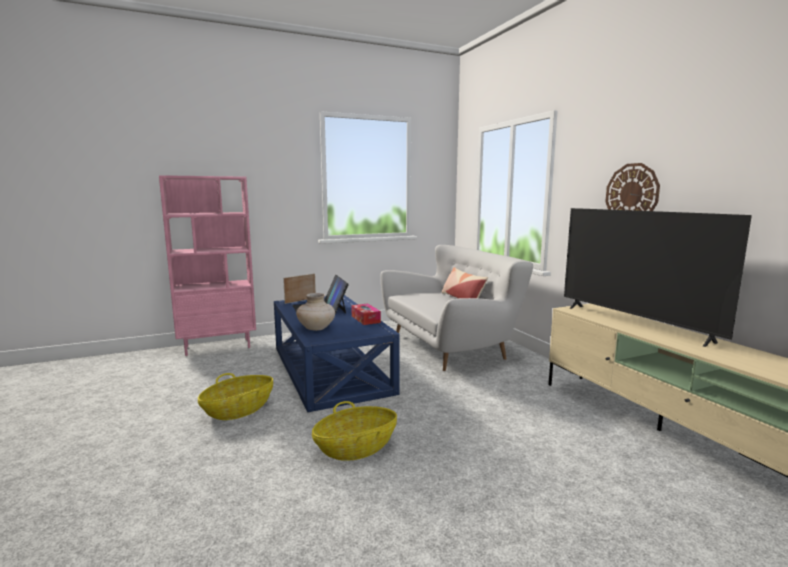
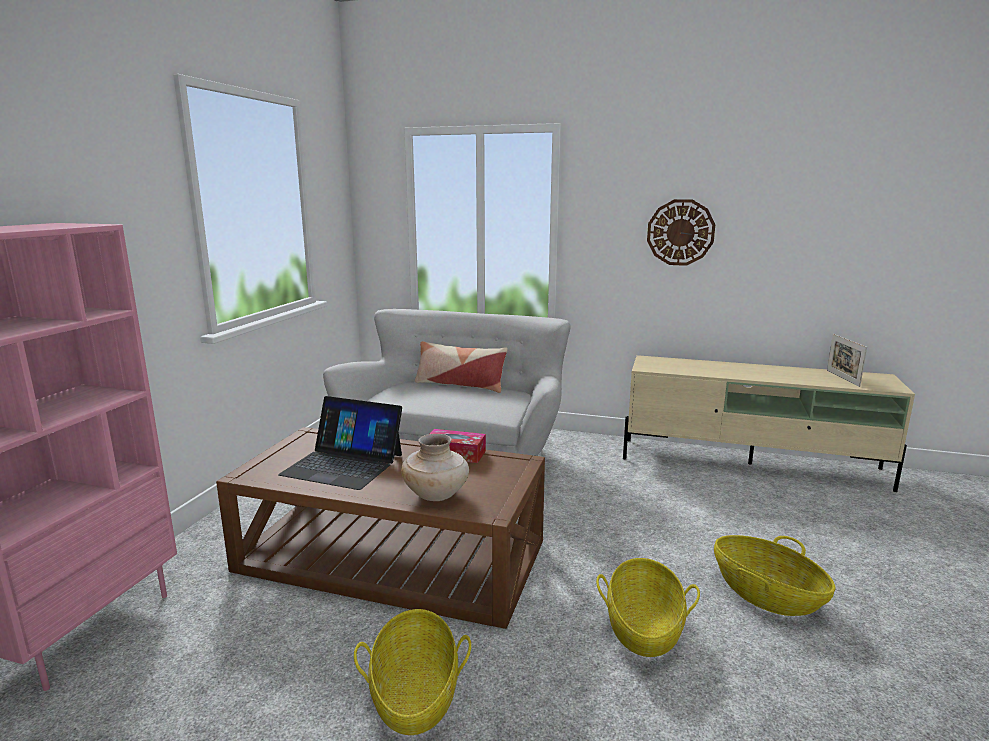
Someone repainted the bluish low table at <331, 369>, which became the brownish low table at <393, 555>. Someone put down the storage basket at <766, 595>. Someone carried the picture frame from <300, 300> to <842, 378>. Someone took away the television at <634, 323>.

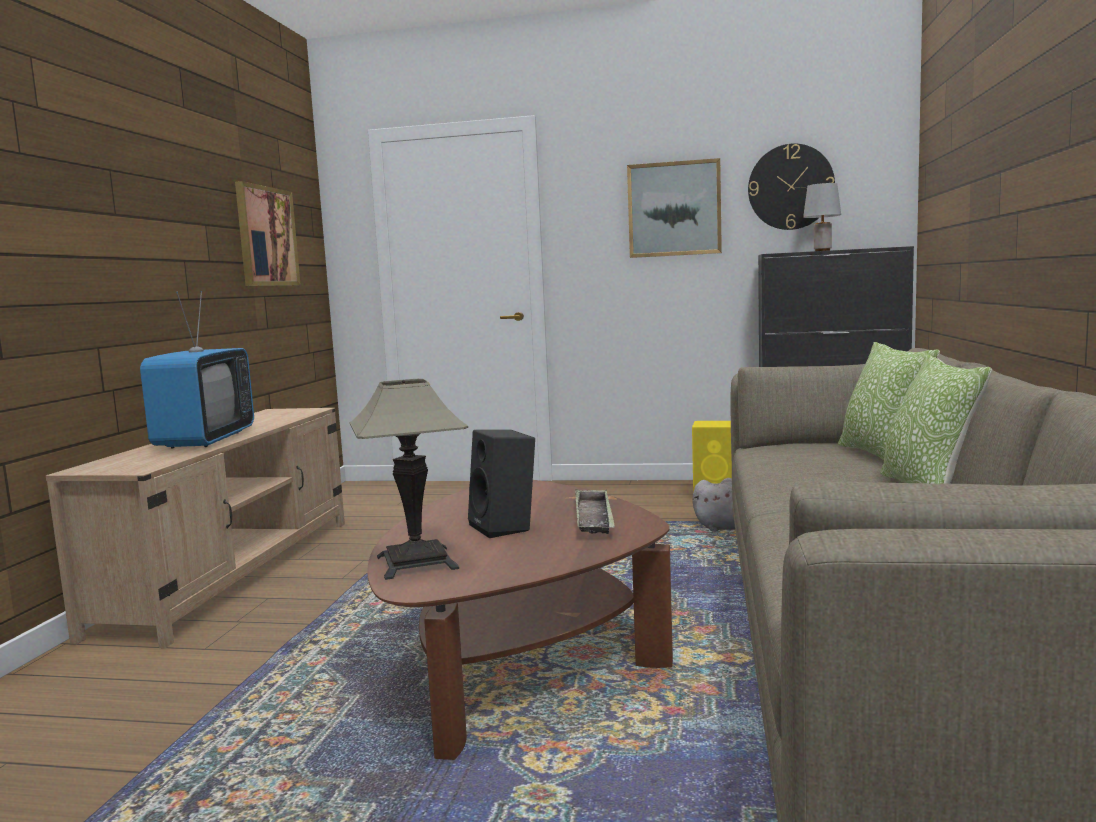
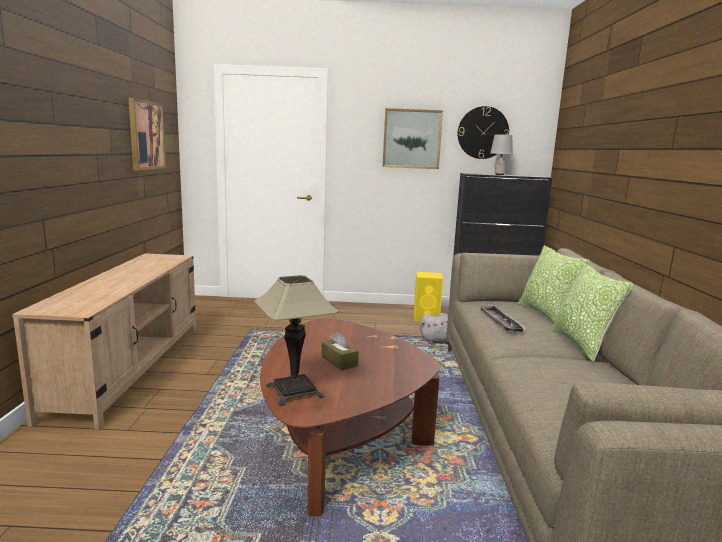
Someone swapped the black loudspeaker at <505, 527> for the brownish tissue box at <339, 361>. Someone carried the serving tray from <593, 518> to <500, 321>. Someone took away the television at <205, 440>.

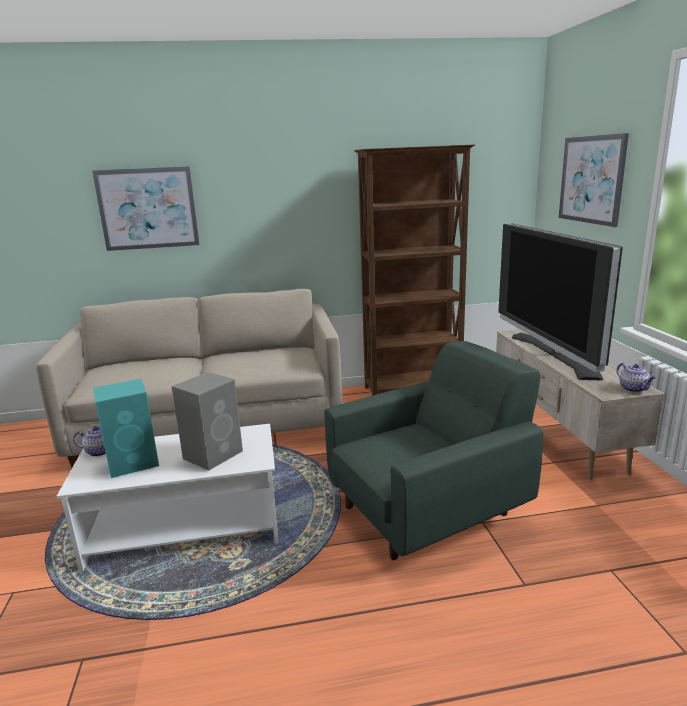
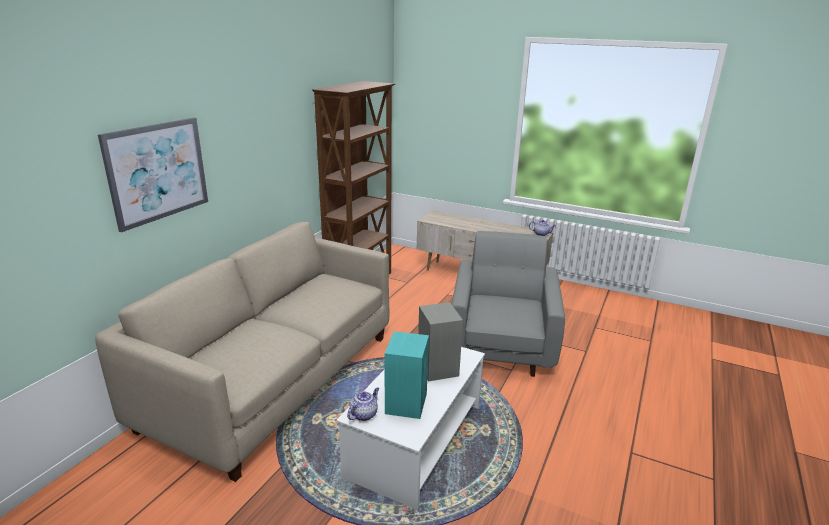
Someone repainted the green armchair at <430, 509>, which became the grey armchair at <502, 344>. Someone took away the television at <553, 355>. Someone took away the picture at <591, 179>.

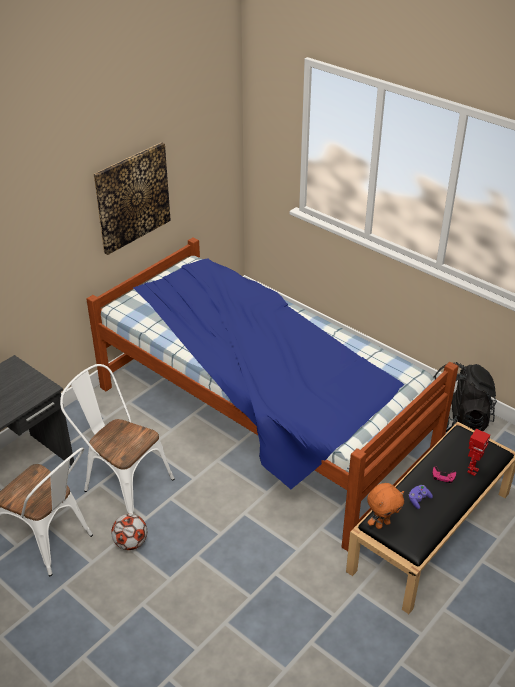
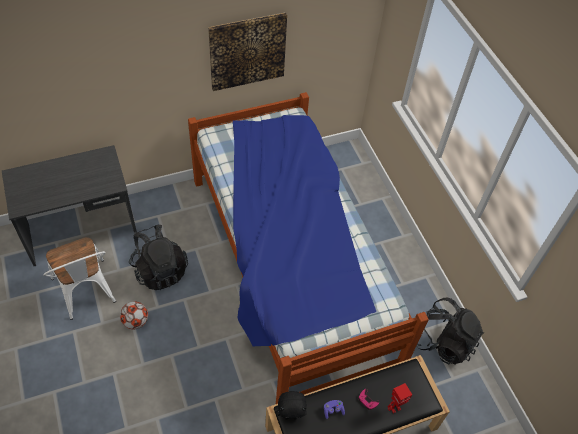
Someone swapped the white-coloured chair at <122, 483> for the black backpack at <160, 270>. Someone repainted the orange soft toy at <382, 524>, which became the black soft toy at <290, 416>.

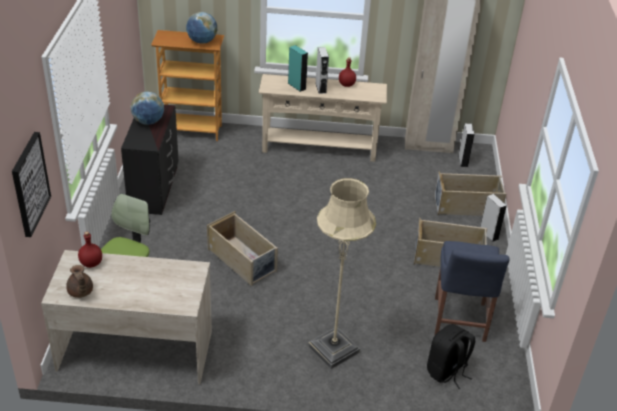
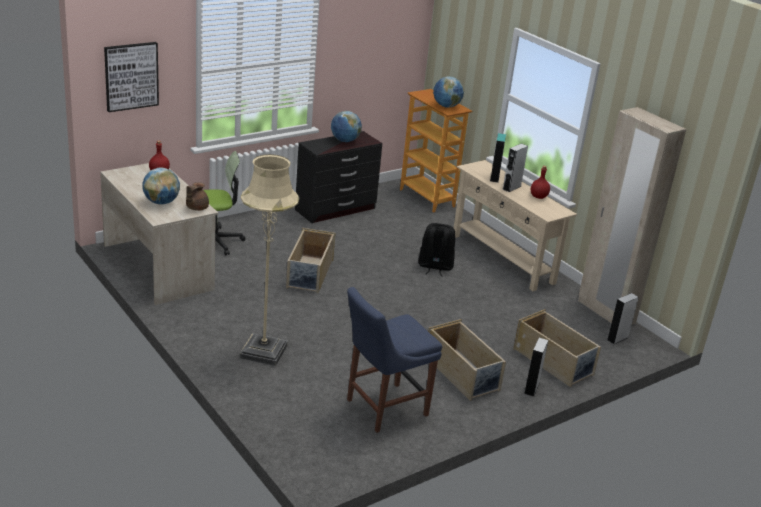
Someone put down the globe at <161, 202>. Someone carried the brownish pot for tea from <80, 292> to <196, 208>. Someone carried the black backpack from <447, 371> to <435, 267>.

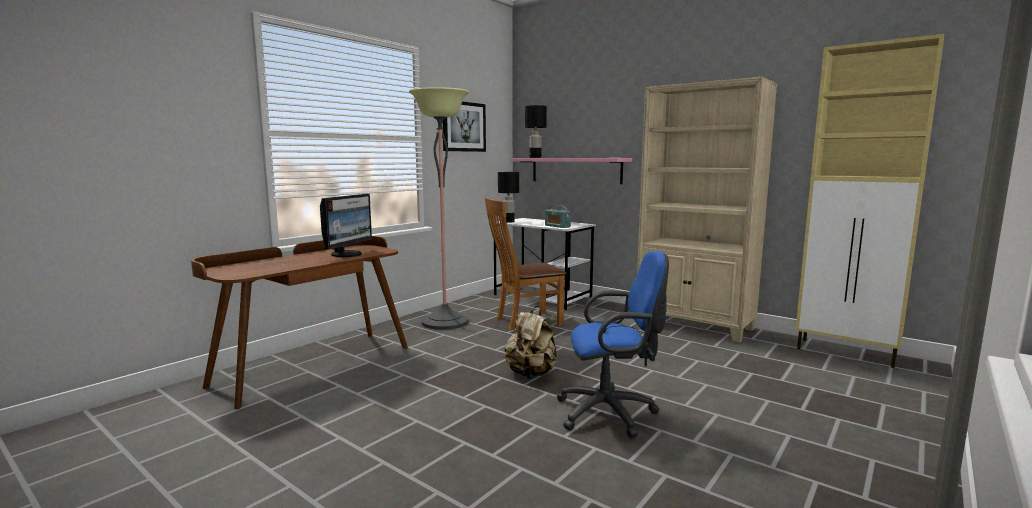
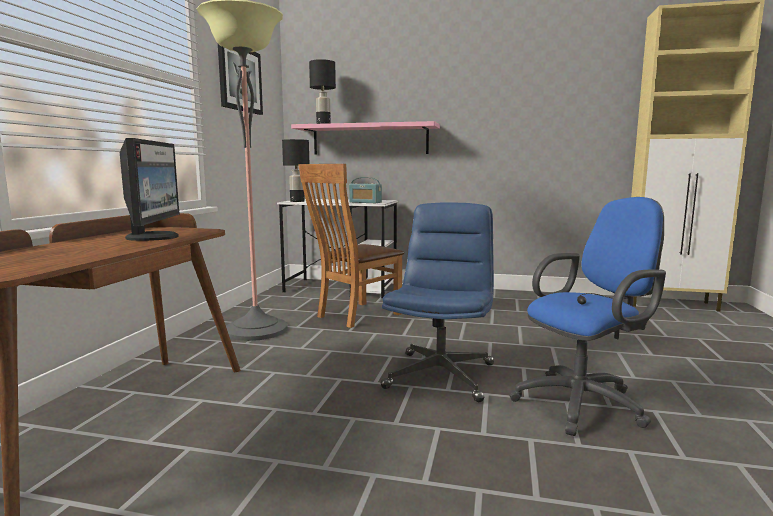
Someone swapped the beige backpack at <531, 374> for the bluish desk chair at <440, 375>. Someone took away the beige shelving unit at <695, 326>.

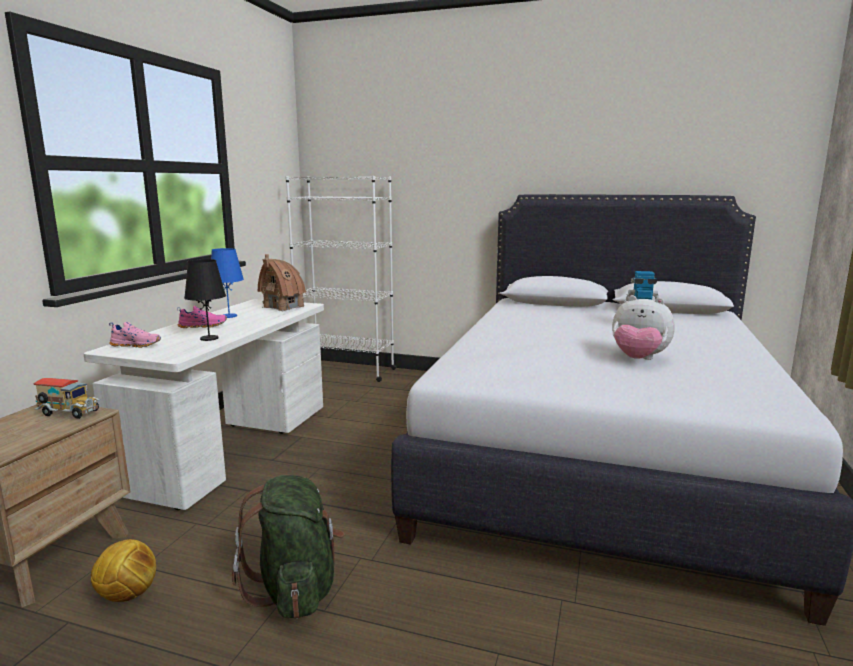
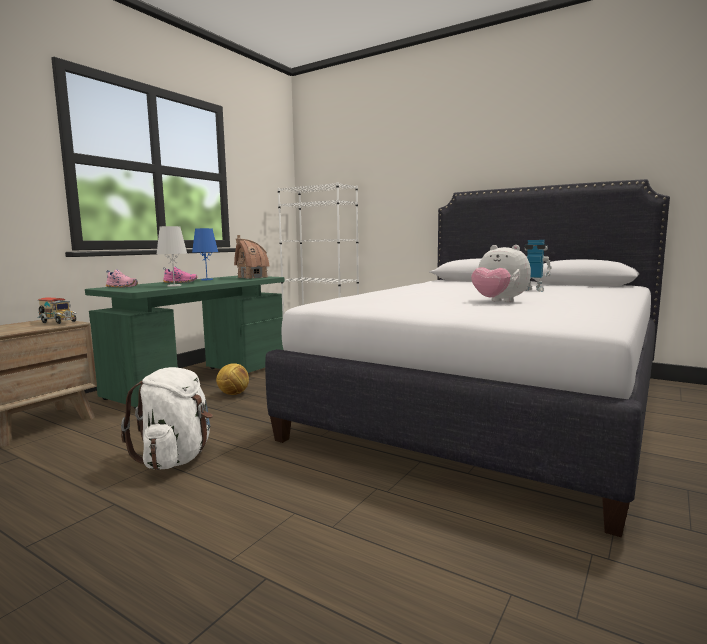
Someone repainted the white-coloured desk table at <234, 447>, which became the green desk table at <202, 380>. Someone repainted the green backpack at <295, 589>, which became the white-coloured backpack at <176, 458>. Someone repainted the black tabletop lamp at <209, 338>, which became the white-coloured tabletop lamp at <174, 285>. Someone carried the football ball from <127, 595> to <233, 394>.

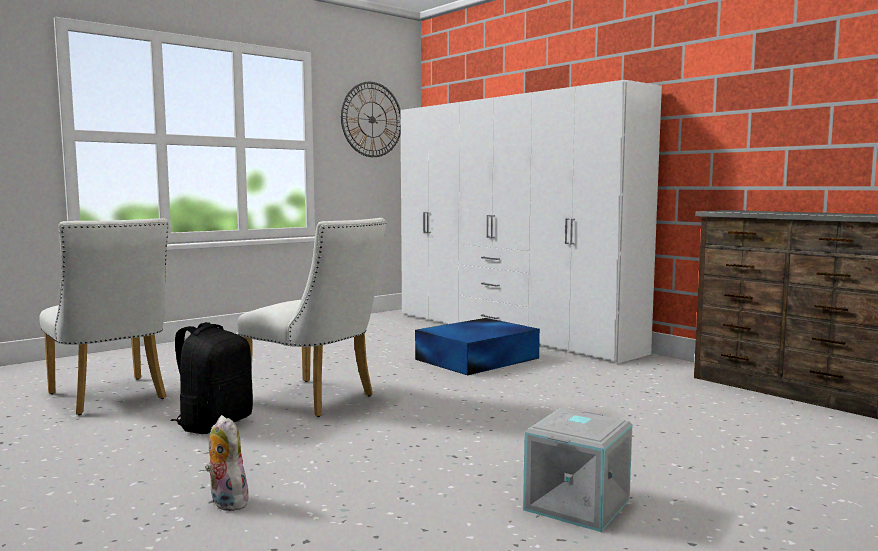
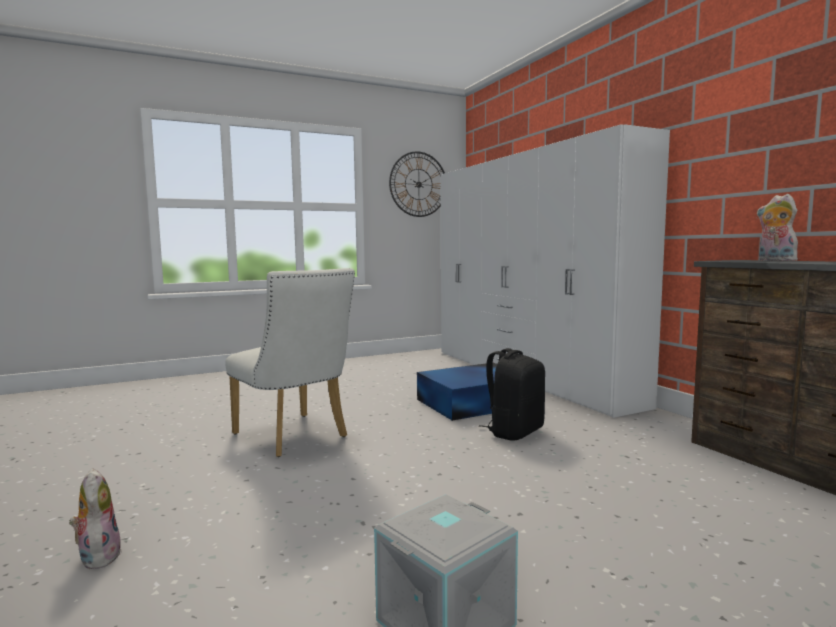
Someone carried the black backpack from <214, 424> to <514, 432>. Someone put down the soft toy at <774, 260>. Someone took away the white-coloured chair at <111, 398>.

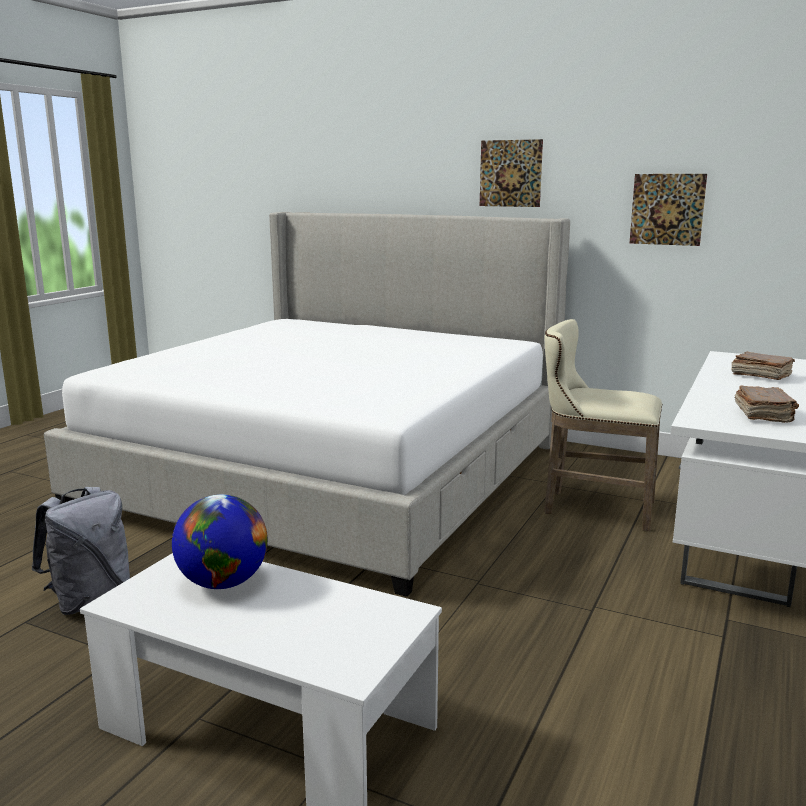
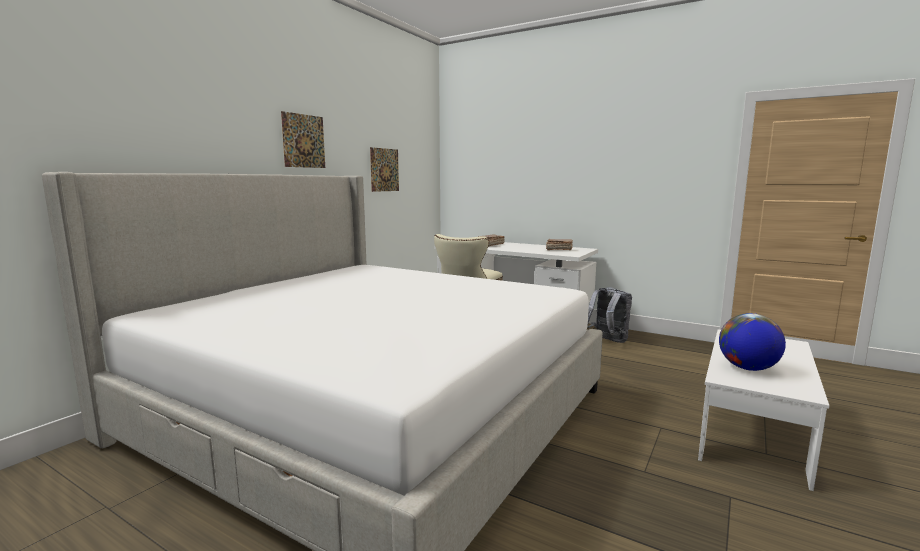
Someone carried the grey backpack from <90, 600> to <608, 340>.

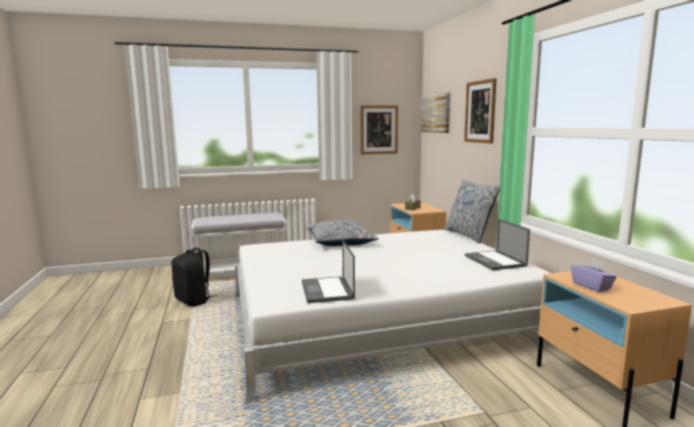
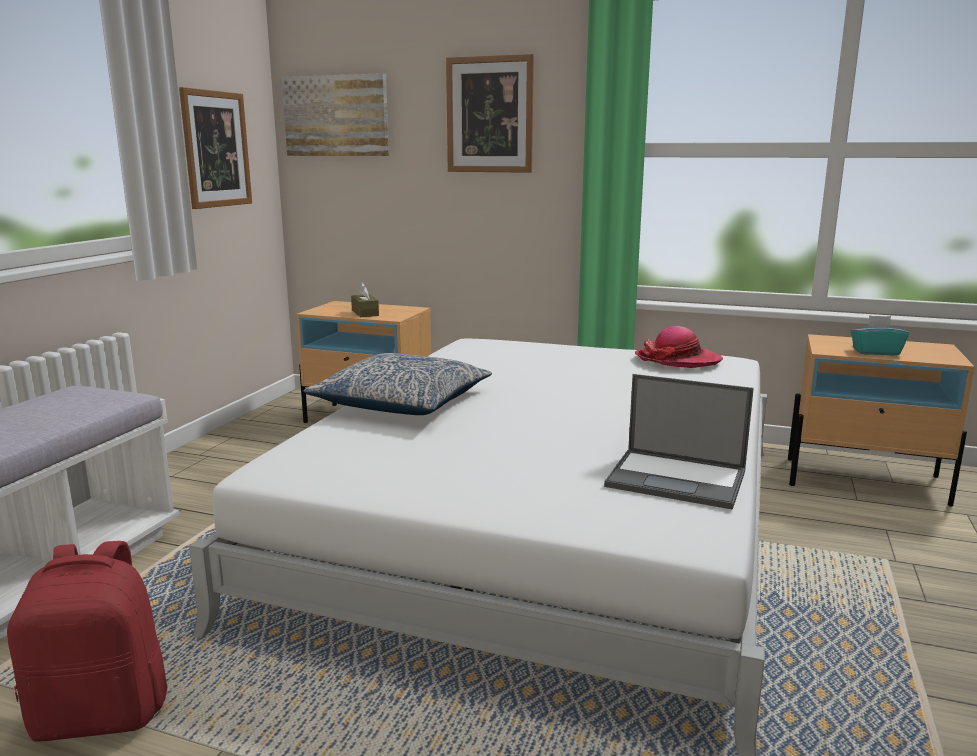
Someone repainted the black backpack at <194, 300>, which became the red backpack at <103, 713>. Someone swapped the portable computer at <495, 261> for the wearable hat at <677, 360>. Someone repainted the purple tissue box at <592, 286>, which became the turquoise tissue box at <876, 352>. Someone took away the pillow at <469, 235>.

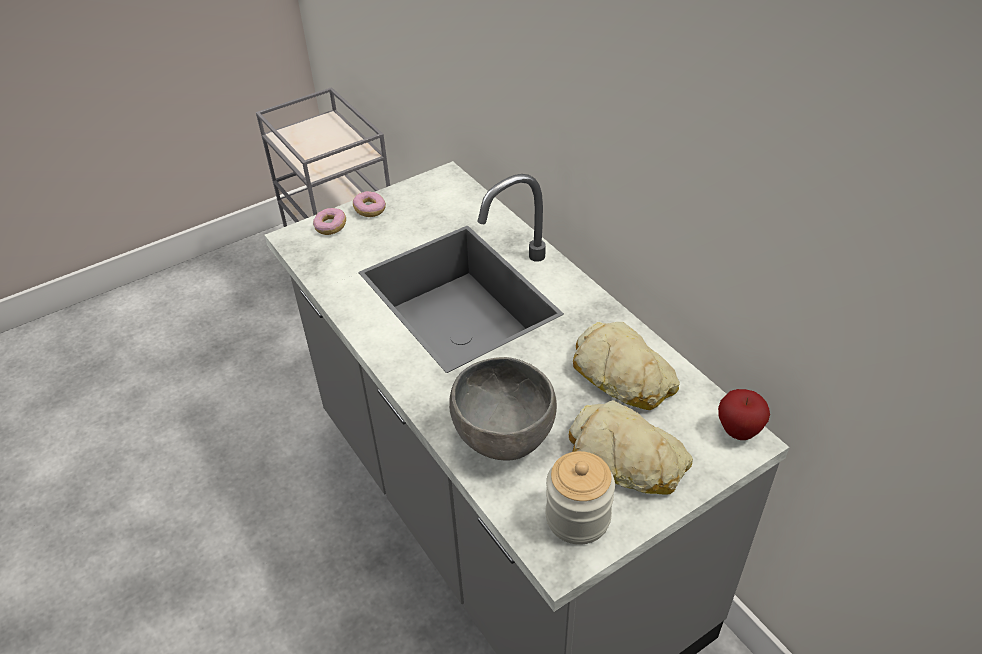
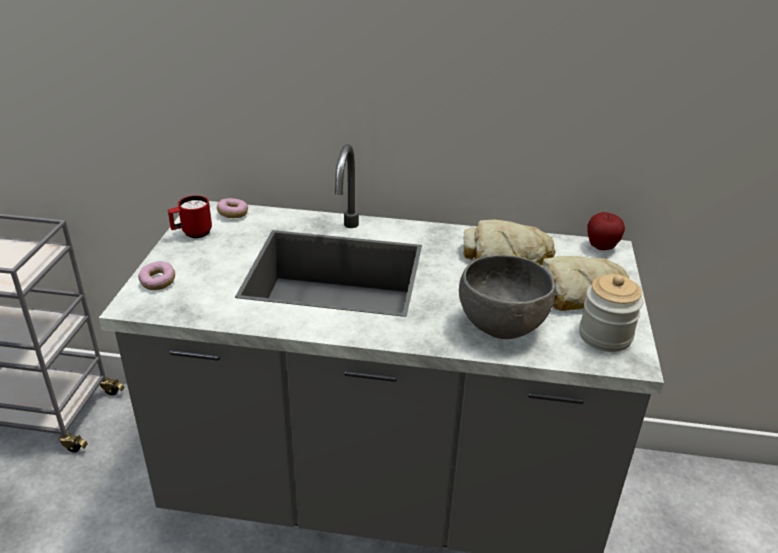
Someone put down the red coffee mug at <192, 233>. Someone carried the doughnut from <370, 210> to <233, 214>.

